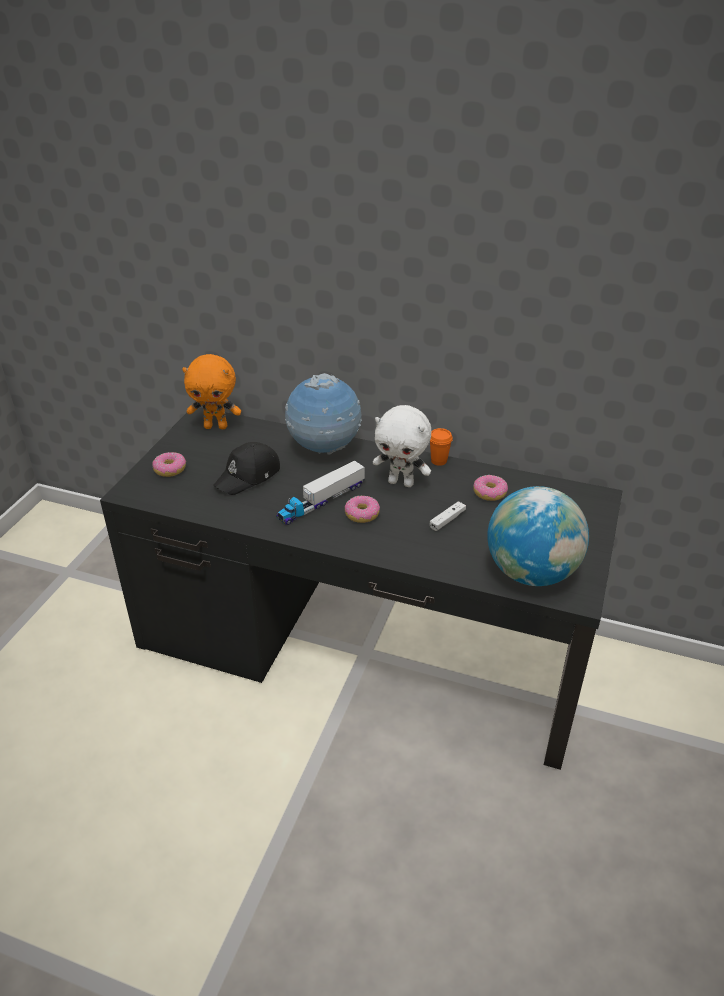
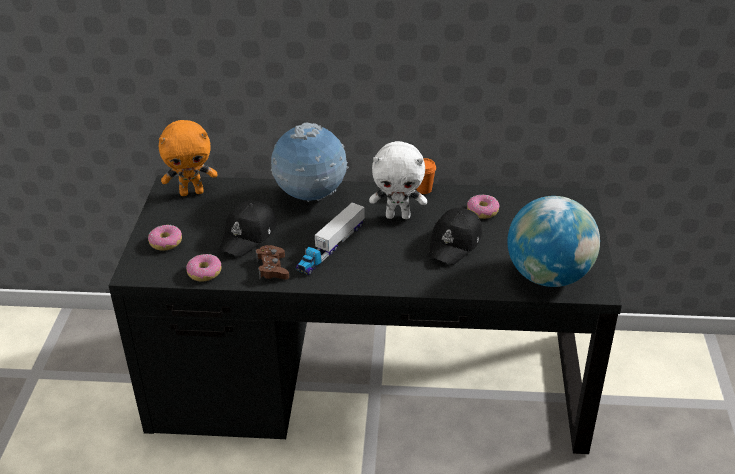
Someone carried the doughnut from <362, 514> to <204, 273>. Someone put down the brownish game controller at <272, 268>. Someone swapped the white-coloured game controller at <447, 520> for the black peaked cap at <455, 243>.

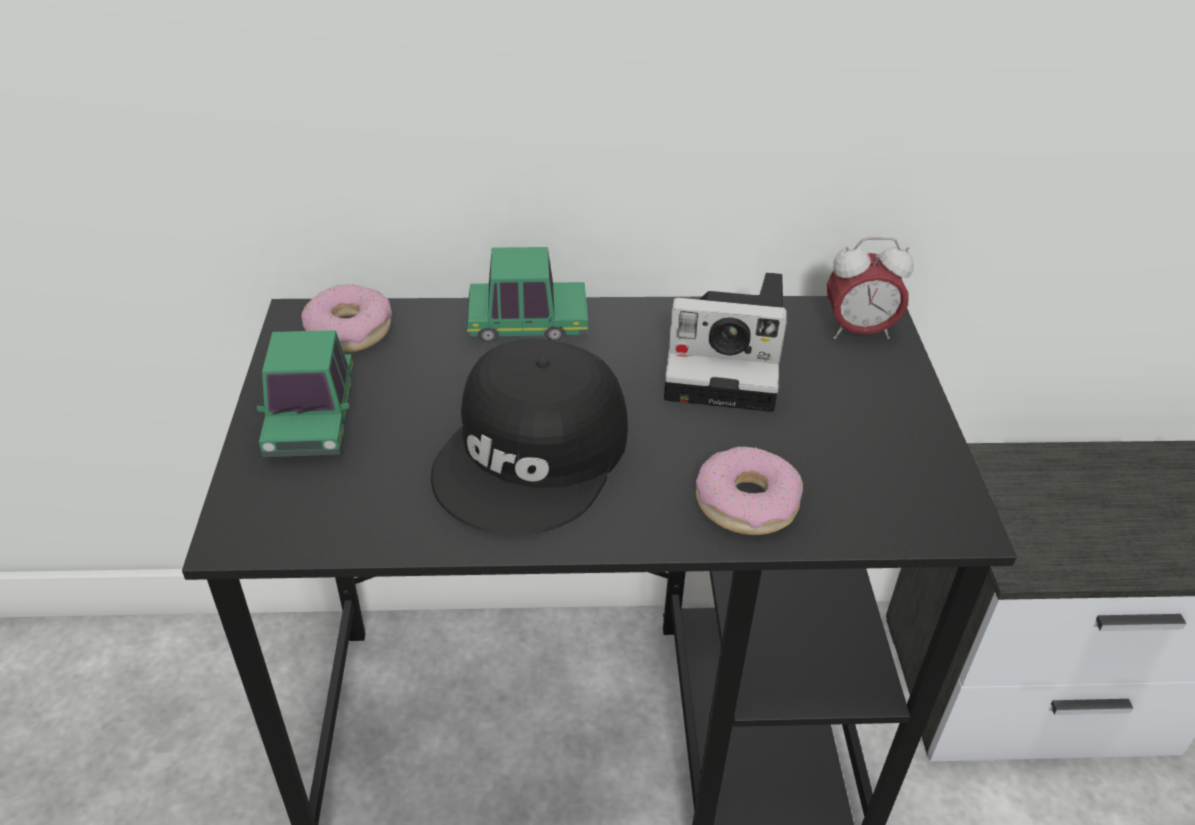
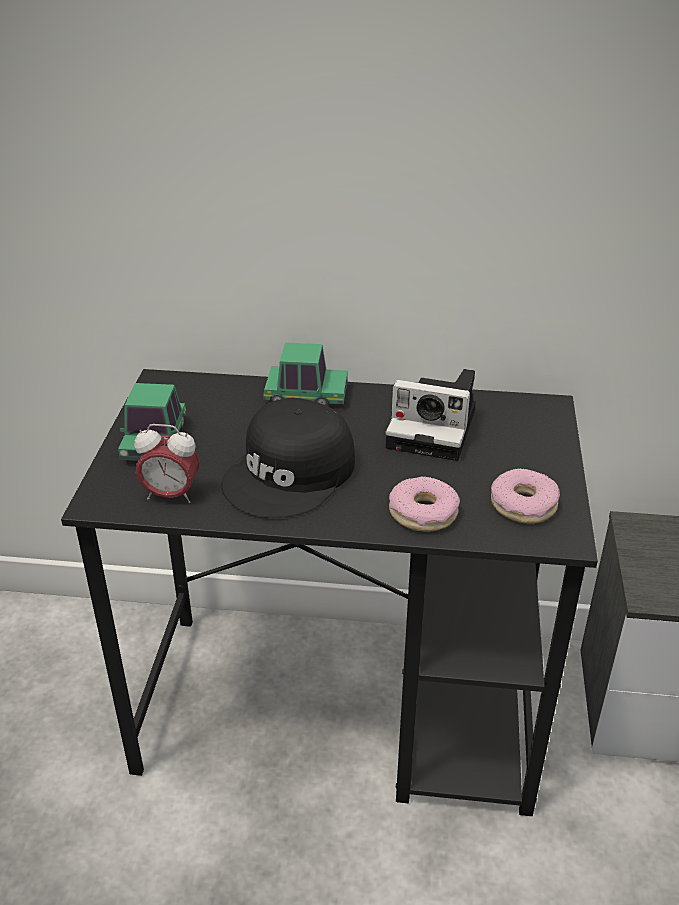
Someone carried the table clock from <858, 331> to <171, 495>. Someone carried the doughnut from <349, 330> to <523, 505>.

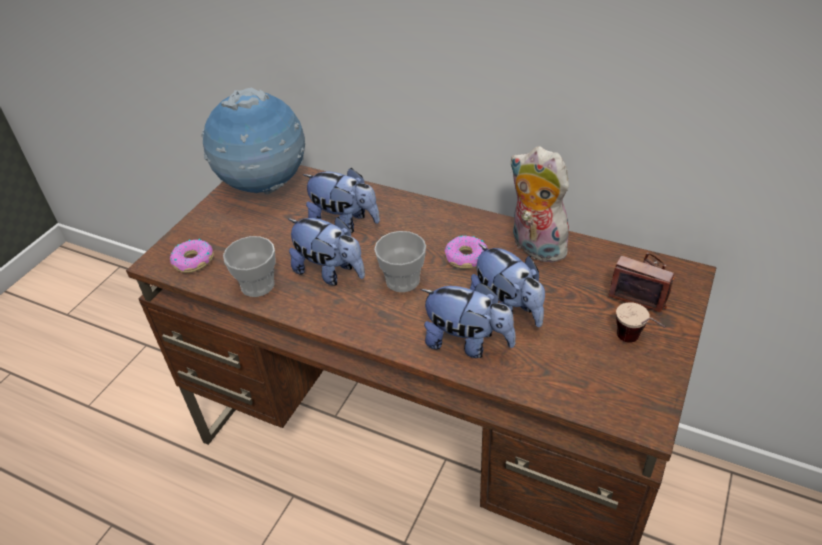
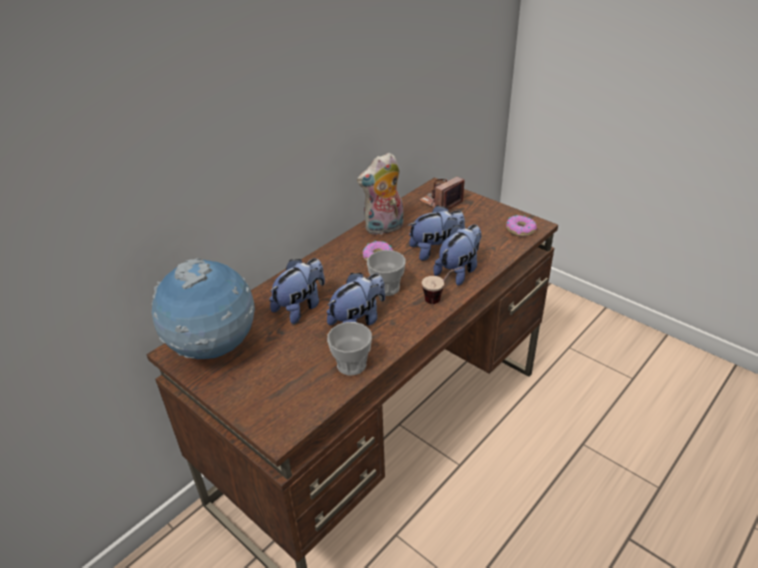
Someone carried the small cup from <635, 344> to <441, 298>. Someone carried the doughnut from <193, 261> to <520, 229>.

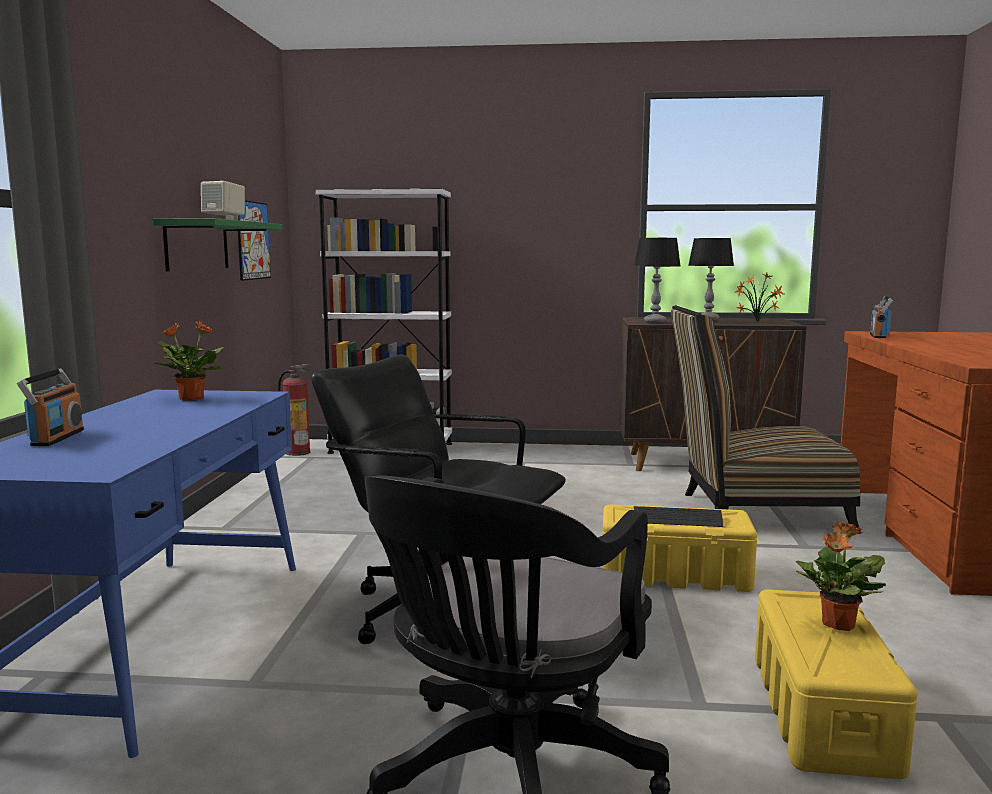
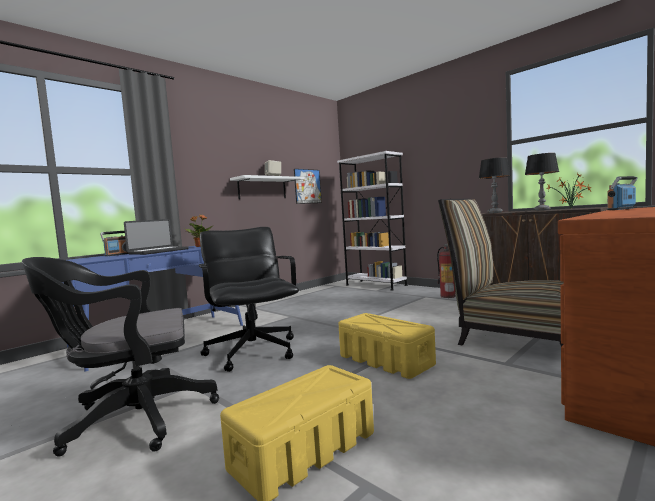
Someone put down the portable computer at <159, 251>. Someone repainted the green bracket shelf at <197, 245>, which became the white-coloured bracket shelf at <262, 188>. Someone carried the fire extinguisher from <298, 452> to <448, 296>. Someone took away the computer keyboard at <677, 519>. Someone took away the houseplant at <837, 625>.

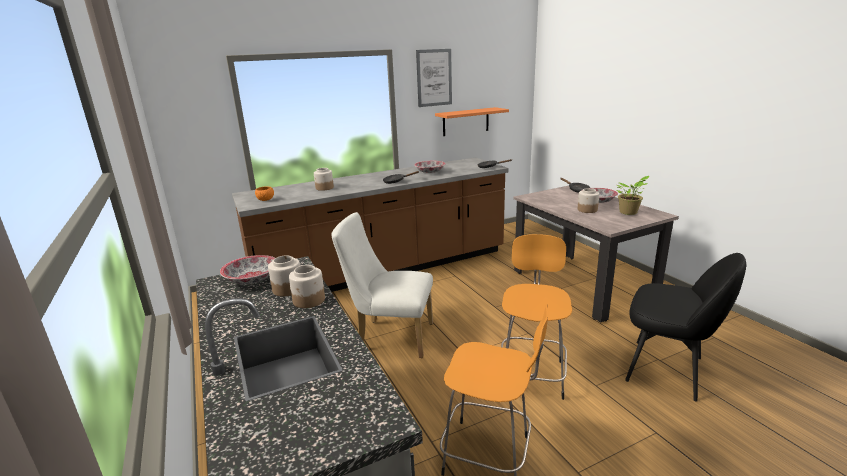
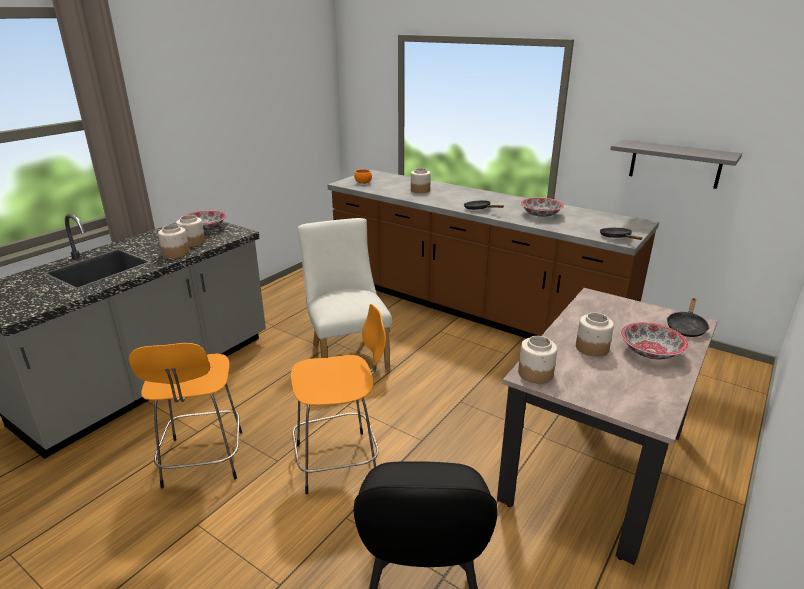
Someone put down the preserve jar at <536, 373>. Someone repainted the orange bracket shelf at <465, 121>, which became the grey bracket shelf at <675, 164>. Someone took away the picture at <434, 78>. Someone took away the houseplant at <629, 212>.

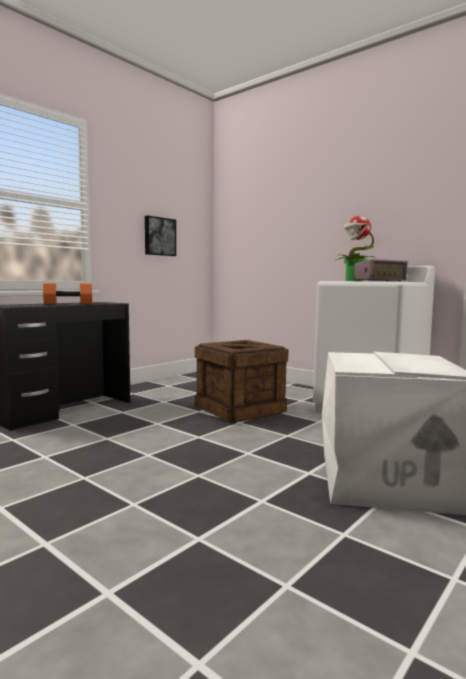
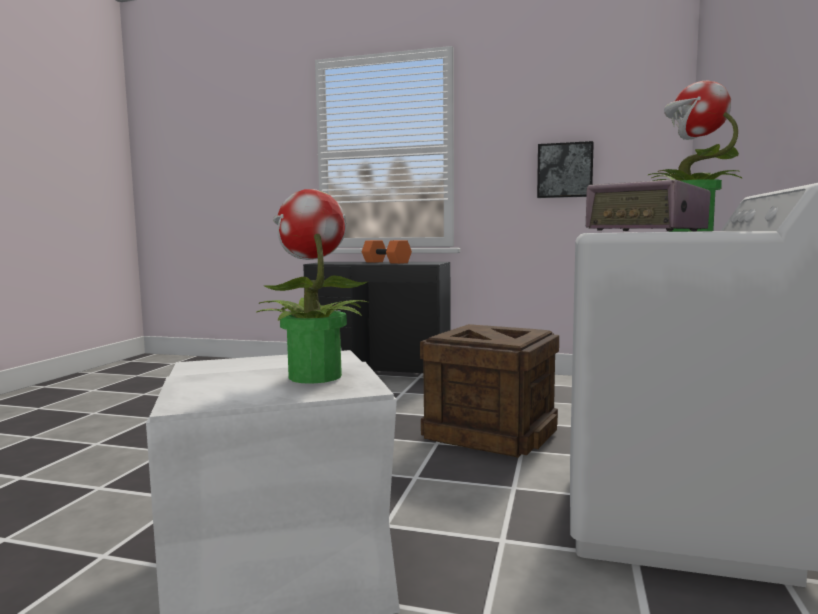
Someone put down the houseplant at <314, 376>.

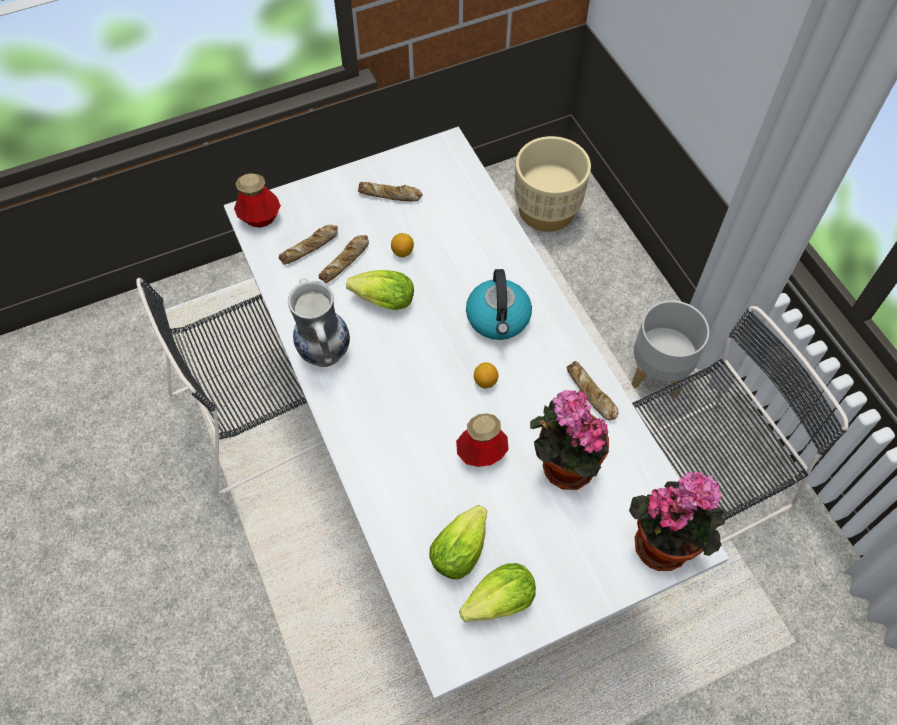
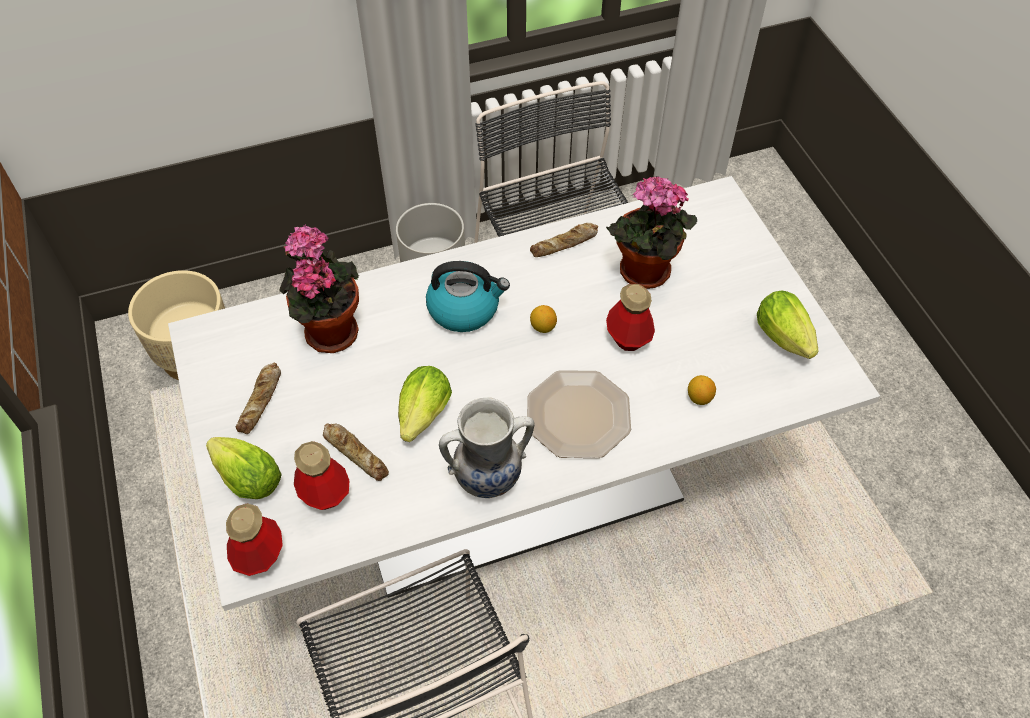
Someone carried the lettuce from <462, 547> to <245, 477>. Someone carried the houseplant from <665, 542> to <329, 329>. Someone swapped the bakery bread at <310, 247> for the drink bottle at <325, 493>. Someone put down the flat dish at <579, 415>. Someone carried the whole lemon from <402, 252> to <699, 398>.

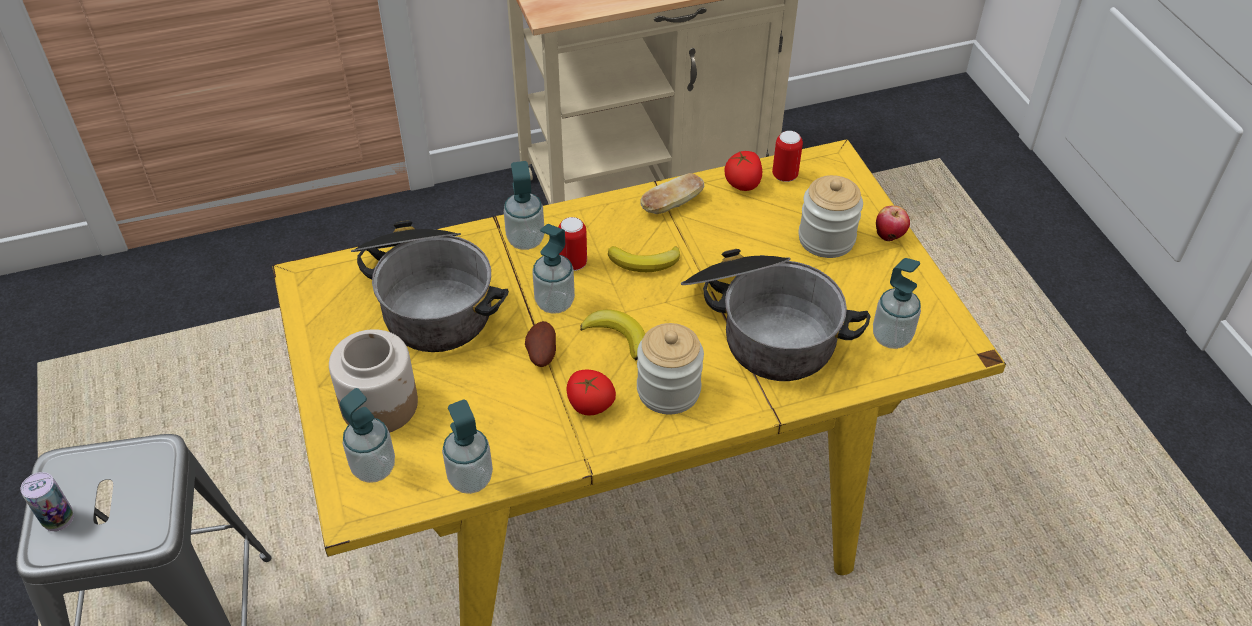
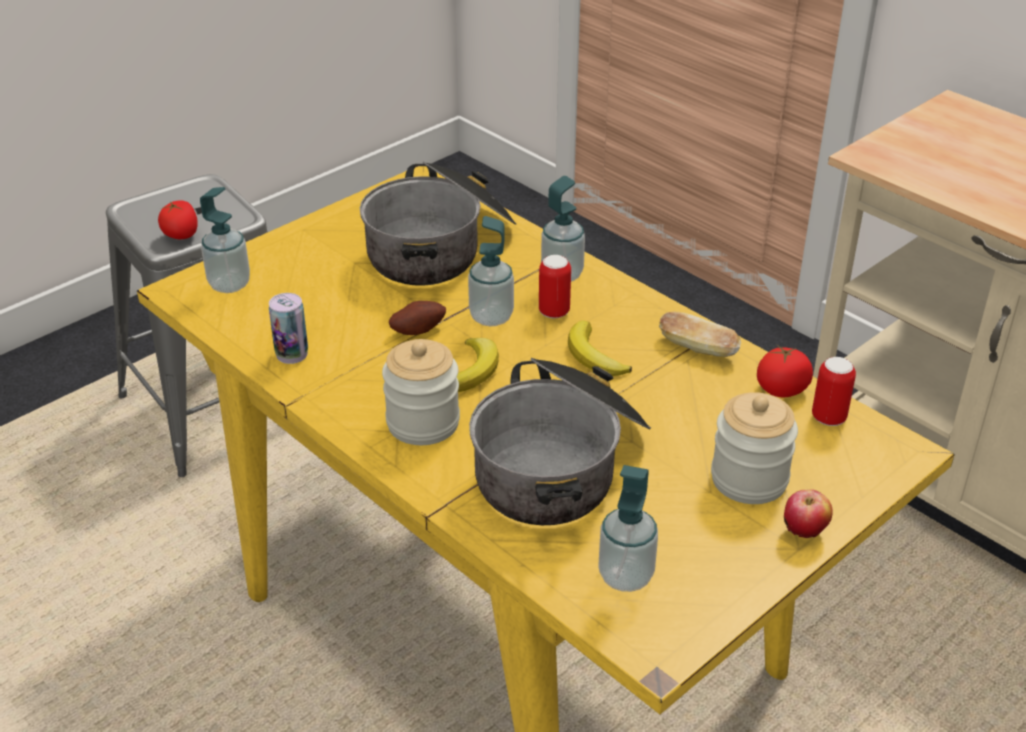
Someone carried the fresh tomato from <589, 405> to <181, 235>. Someone carried the can from <58, 519> to <292, 354>. Someone took away the preserve jar at <379, 404>. Someone took away the soap bottle at <470, 478>.

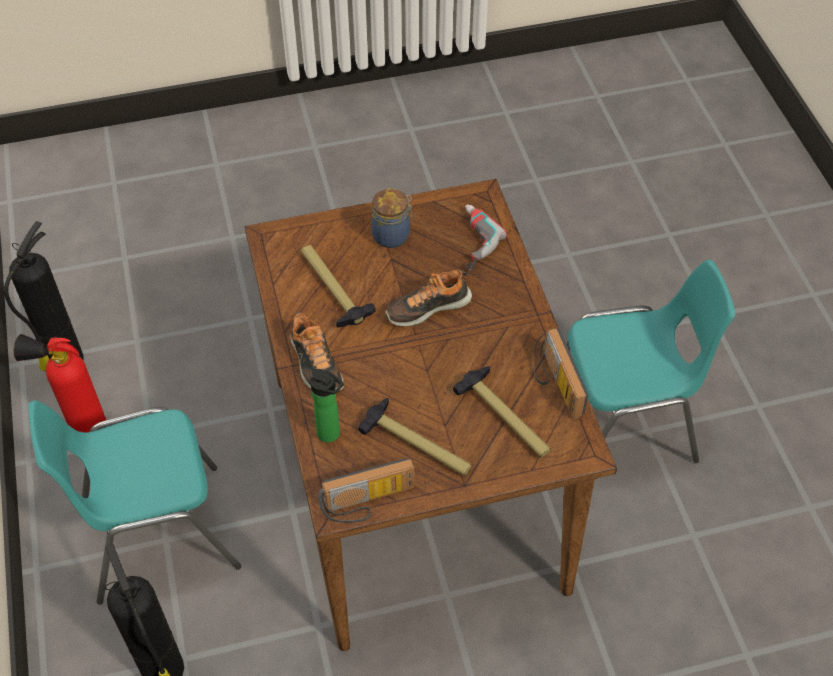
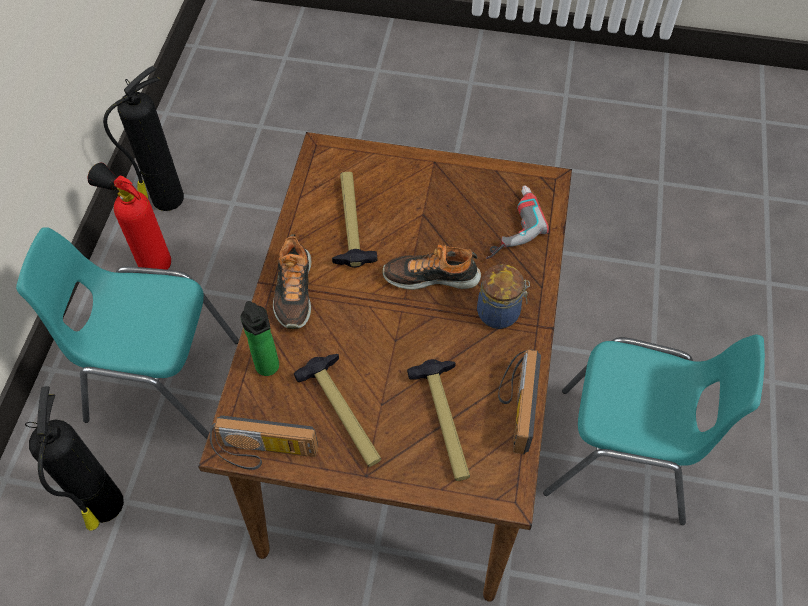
Someone carried the preserve jar from <392, 235> to <500, 313>.

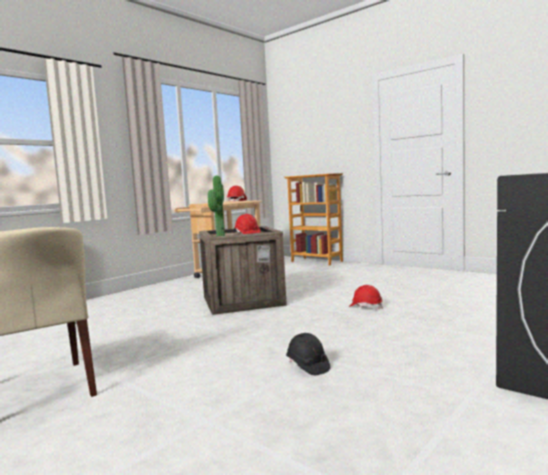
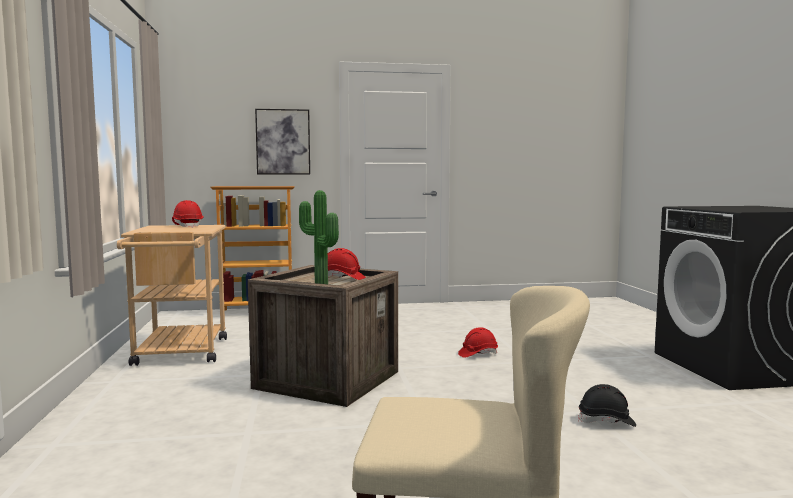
Someone put up the picture at <283, 142>.

